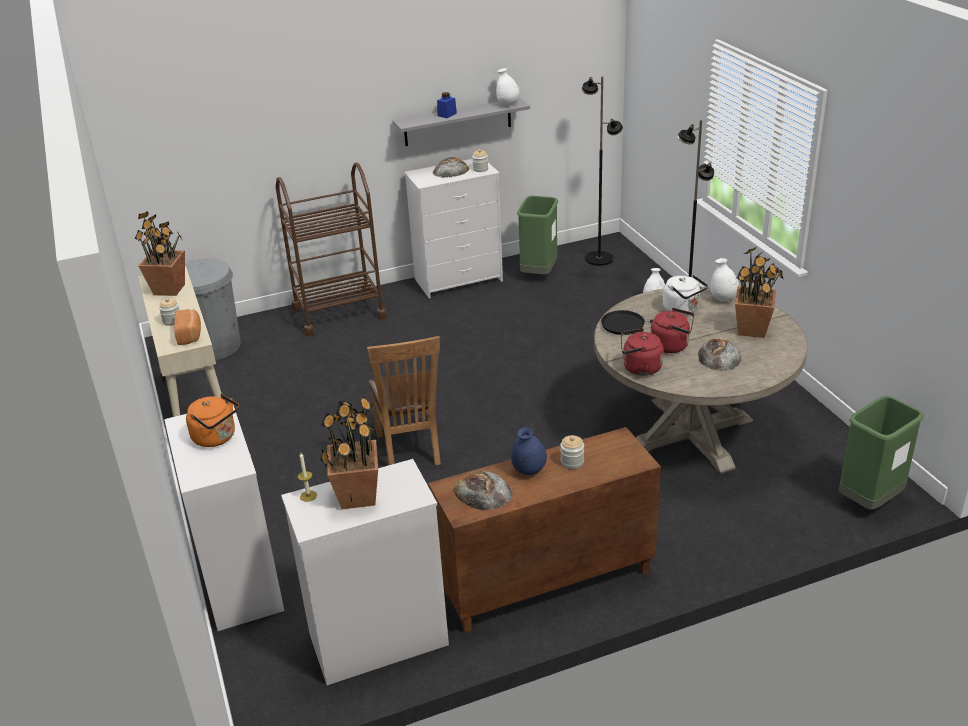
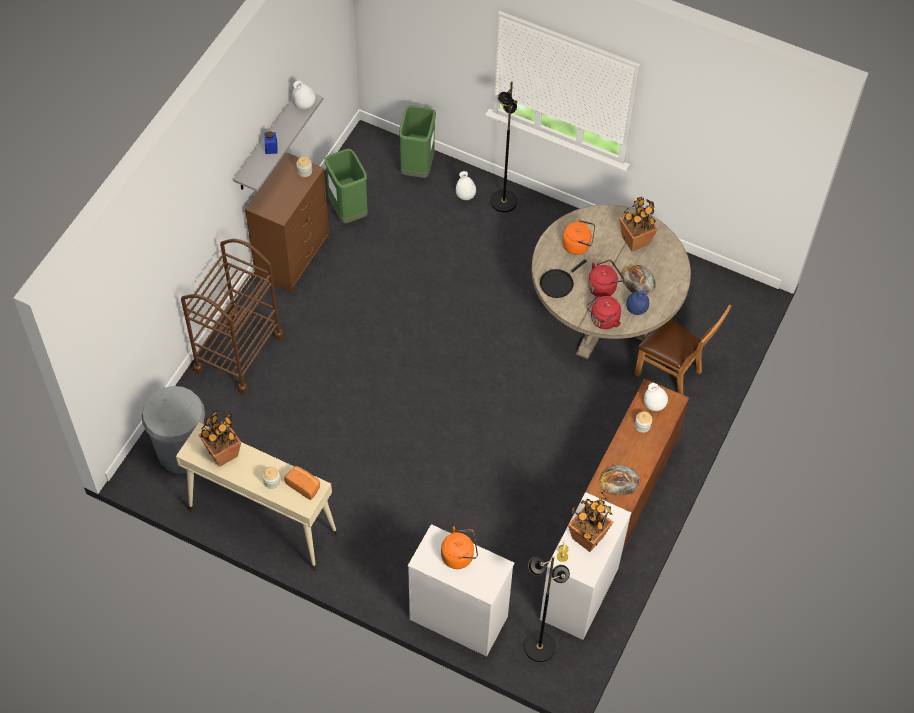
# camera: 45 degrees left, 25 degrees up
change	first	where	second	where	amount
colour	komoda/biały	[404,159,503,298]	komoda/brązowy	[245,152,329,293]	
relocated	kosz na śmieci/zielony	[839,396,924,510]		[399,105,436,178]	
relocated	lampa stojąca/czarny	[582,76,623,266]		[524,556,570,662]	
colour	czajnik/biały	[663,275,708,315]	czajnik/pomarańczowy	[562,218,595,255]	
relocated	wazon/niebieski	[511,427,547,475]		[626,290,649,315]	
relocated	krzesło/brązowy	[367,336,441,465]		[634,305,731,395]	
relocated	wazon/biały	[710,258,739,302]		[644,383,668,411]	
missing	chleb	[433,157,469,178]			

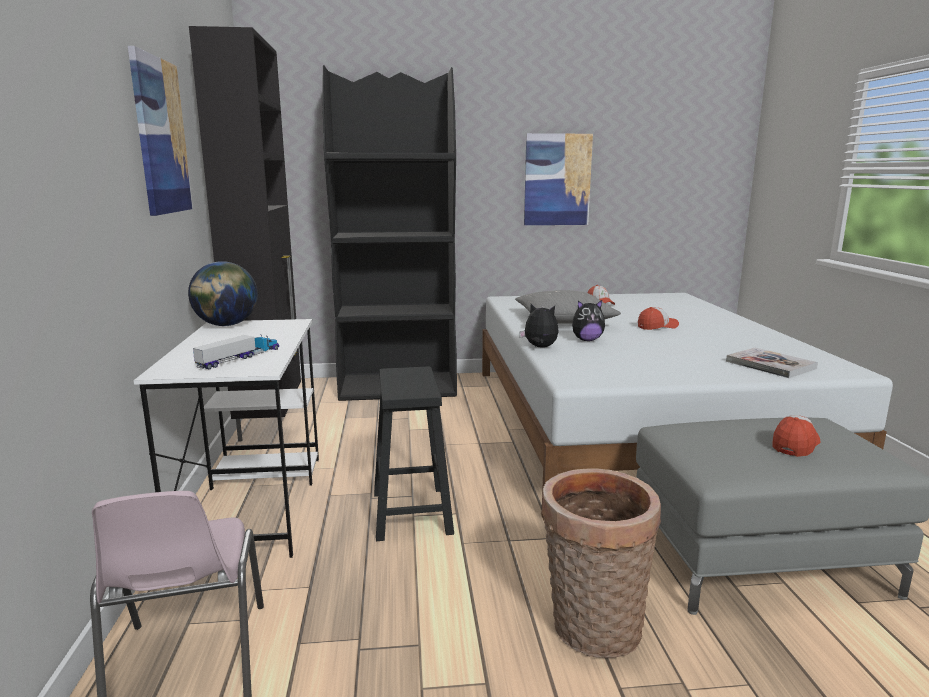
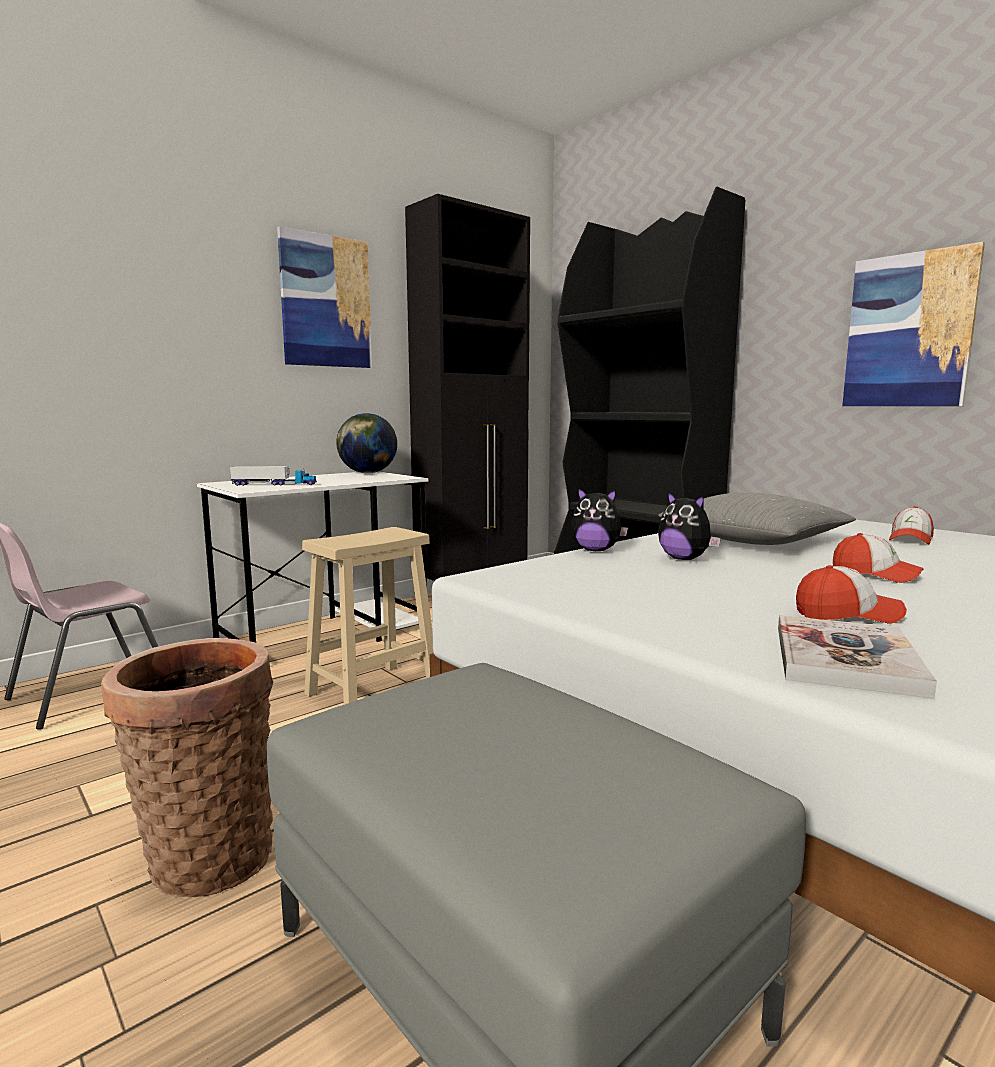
# camera: 55 degrees right, 5 degrees down
change	first	where	second	where	amount
colour	stołek/czarny	[374,367,454,541]	stołek/beżowy	[302,527,434,705]	
spun	pluszak	[519,304,559,347]		[571,487,628,551]	120 degrees clockwise
relocated	czapka z daszkiem	[772,415,820,457]		[796,565,907,624]	

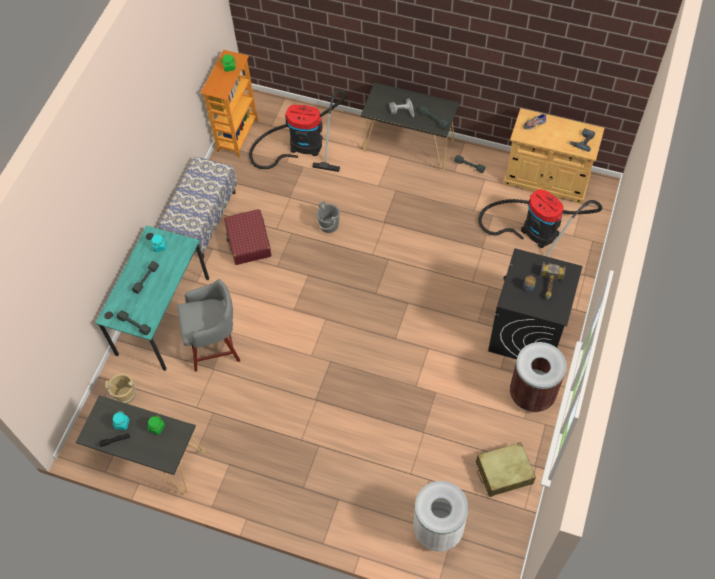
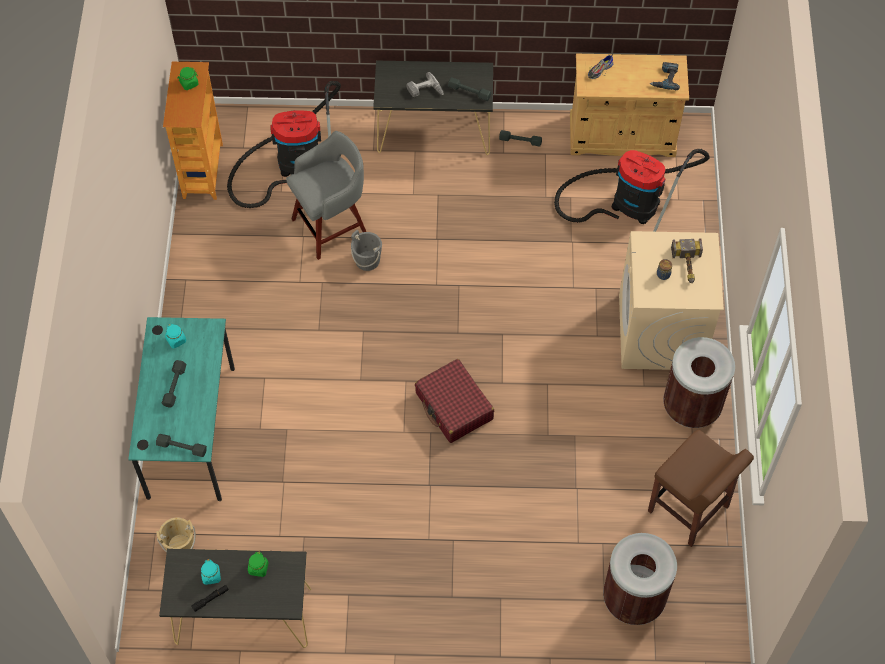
# camera: 20 degrees left, 0 degrees up
change	first	where	second	where	amount
relocated	stołek/szary	[177,279,240,372]		[286,131,366,260]	
relocated	walizka/czerwony	[224,209,271,265]		[415,359,494,443]	
colour	kosz na śmieci/biały	[413,481,468,552]	kosz na śmieci/brązowy	[603,533,677,625]	
colour	pralka/czarny	[488,248,583,359]	pralka/beżowy	[619,231,724,370]	
exchanged	walizka/beżowy	[476,442,536,497]	stołek/brązowy	[648,430,754,547]	
missing	ławka	[158,157,237,259]			

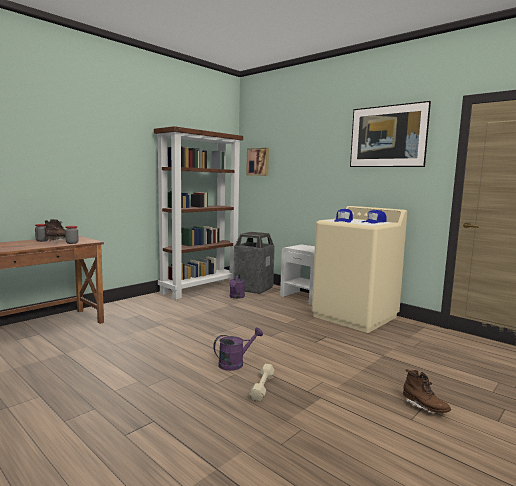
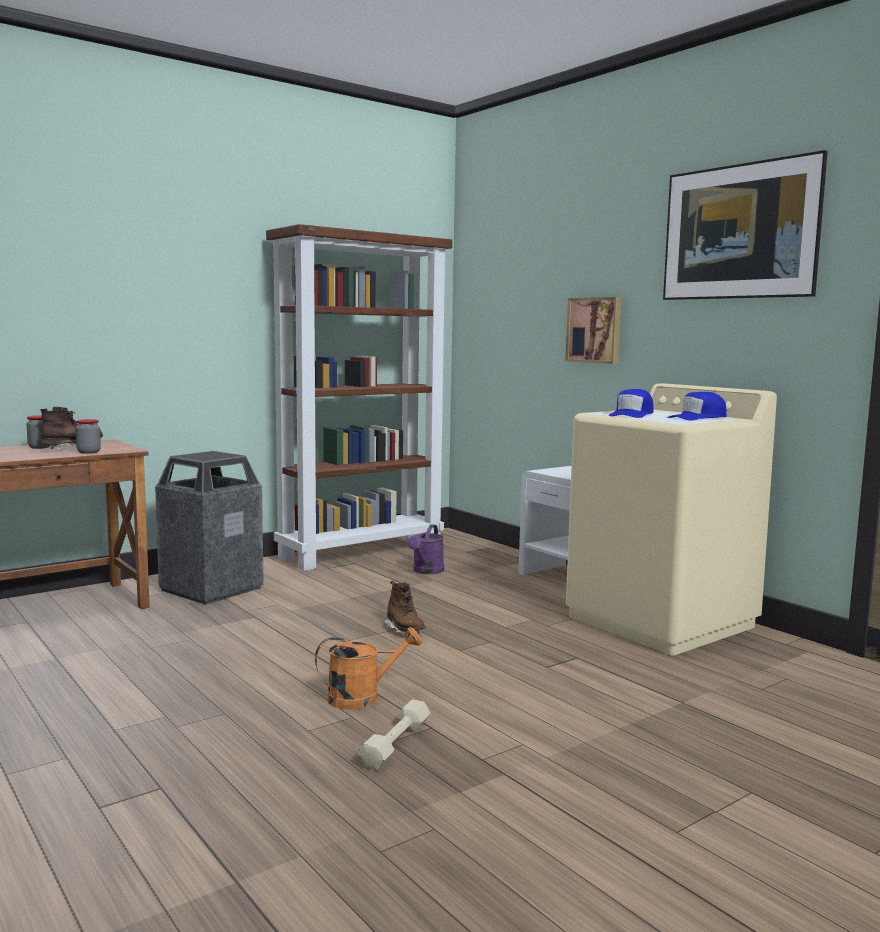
# camera: 10 degrees right, 0 degrees up
change	first	where	second	where	amount
relocated	kosz na śmieci	[233,232,275,294]		[155,451,264,605]	
colour	konewka/fioletowy	[213,327,263,371]	konewka/pomarańczowy	[315,627,422,710]	
relocated	but z cholewką/brązowy	[403,369,451,413]		[384,581,426,634]	
relocated	obraz	[246,148,269,176]		[565,297,622,364]	

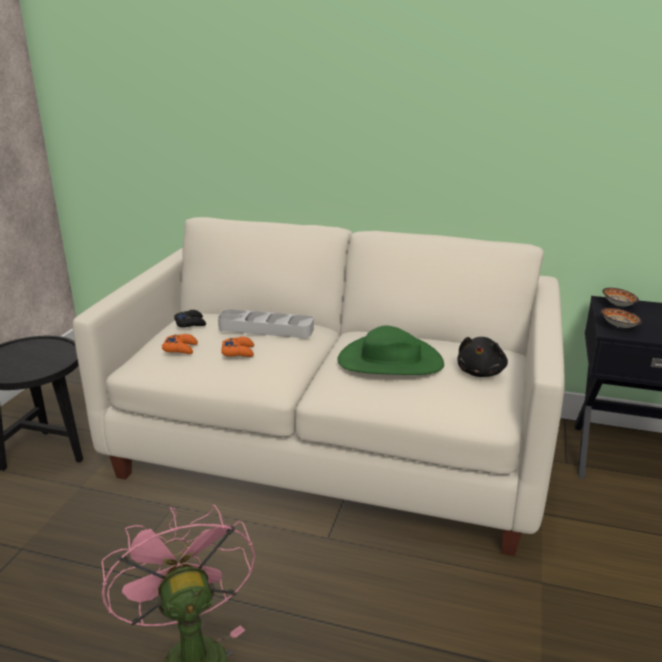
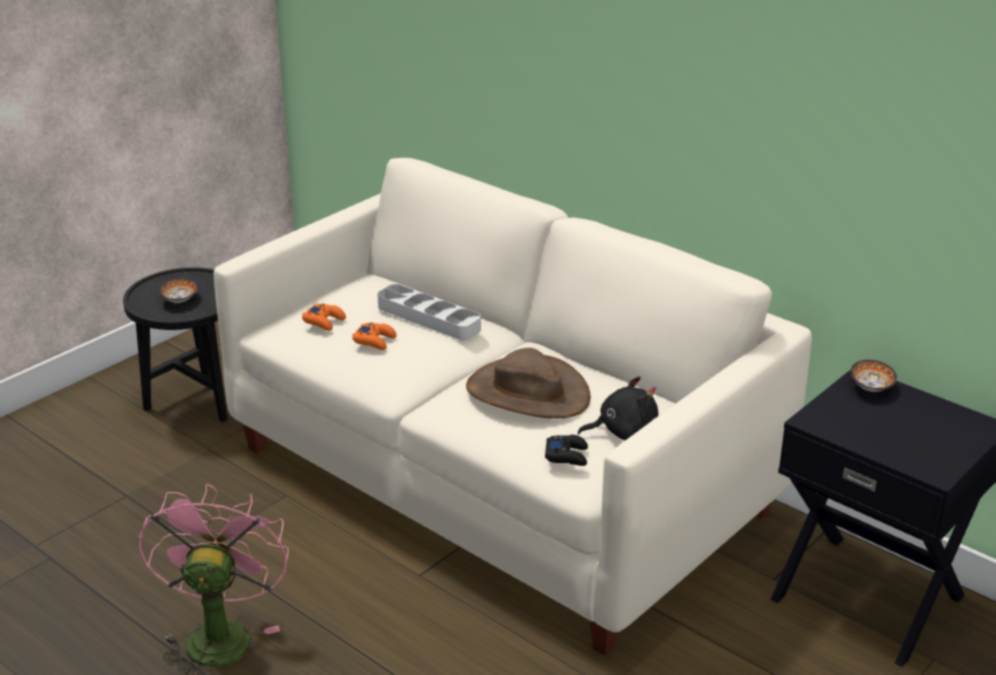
# camera: 25 degrees right, 5 degrees up
change	first	where	second	where	amount
relocated	miska	[601,308,642,328]		[159,278,198,303]	
colour	kapelusz/zielony	[337,325,444,375]	kapelusz/brązowy	[466,348,590,419]	
relocated	pad do gier/czarny	[174,310,206,328]		[545,435,588,466]	
spun	pluszak/czarny	[457,337,508,377]		[578,376,658,440]	150 degrees counterclockwise

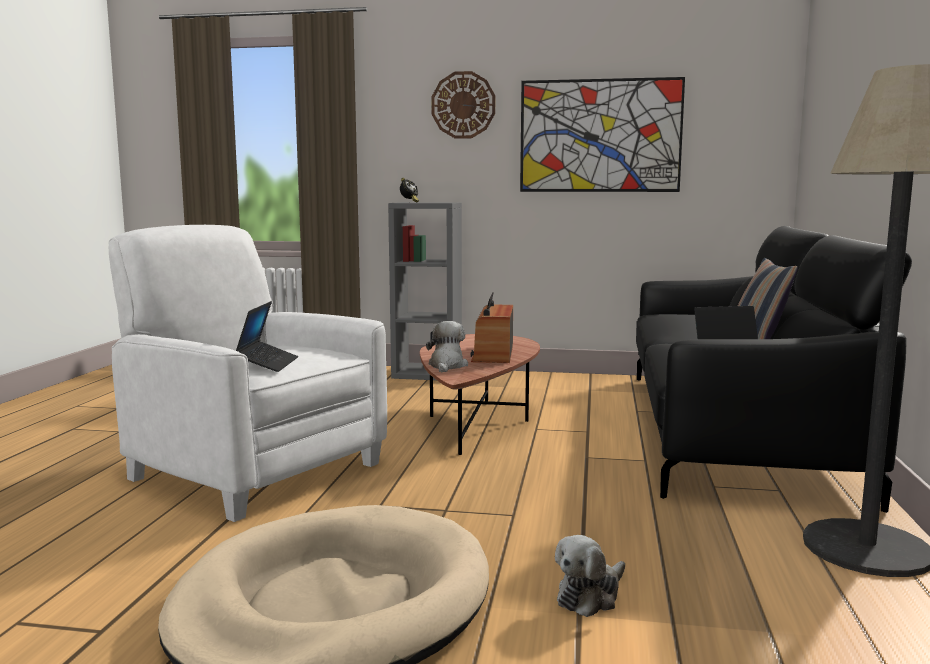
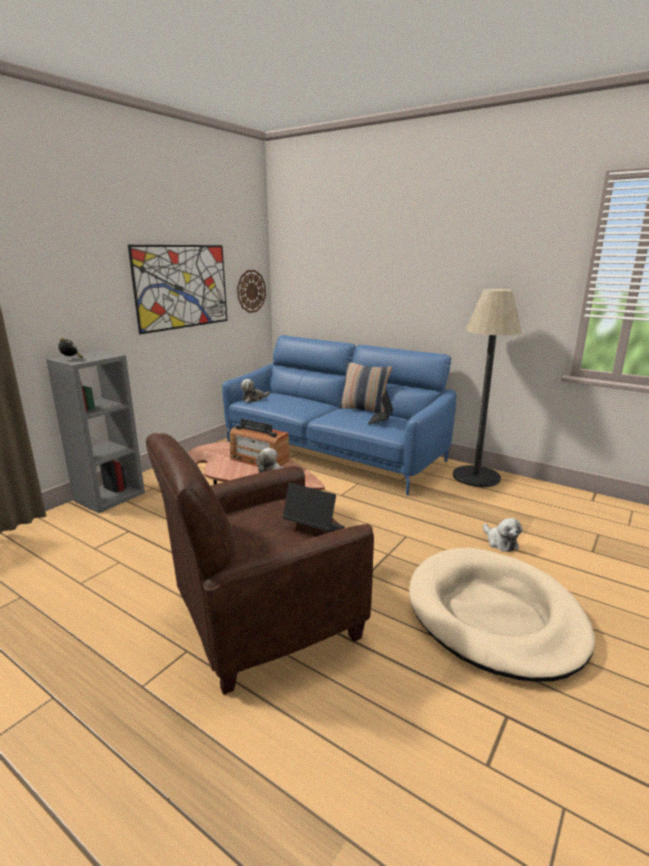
# camera: 65 degrees left, 10 degrees up
change	first	where	second	where	amount
colour	fotel/biały	[109,225,387,522]	fotel/brązowy	[146,433,374,695]	
colour	kanapa/czarny	[636,226,912,513]	kanapa/niebieski	[222,335,456,495]	
relocated	zegar ścienny	[431,71,495,139]		[237,270,266,313]	
appeared			pluszak	[240,379,270,402]	

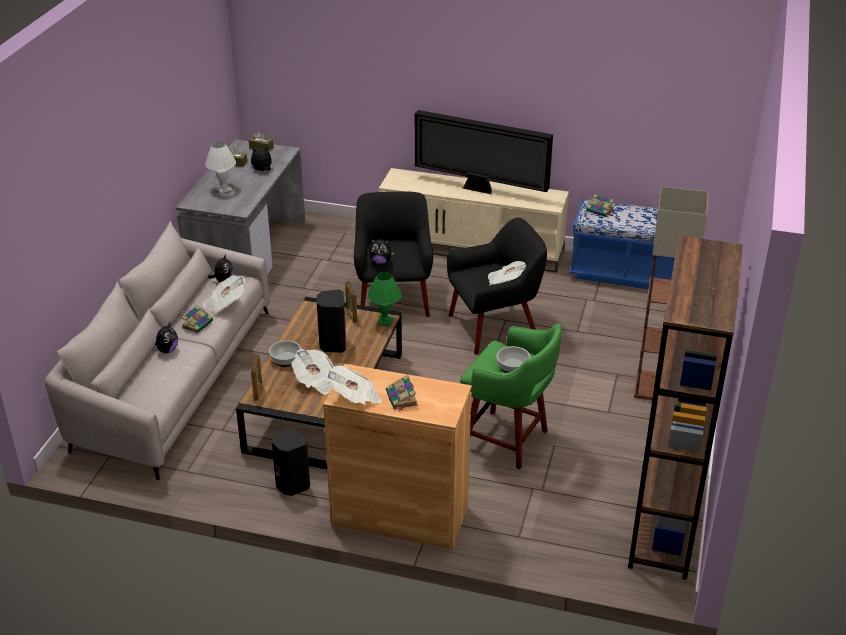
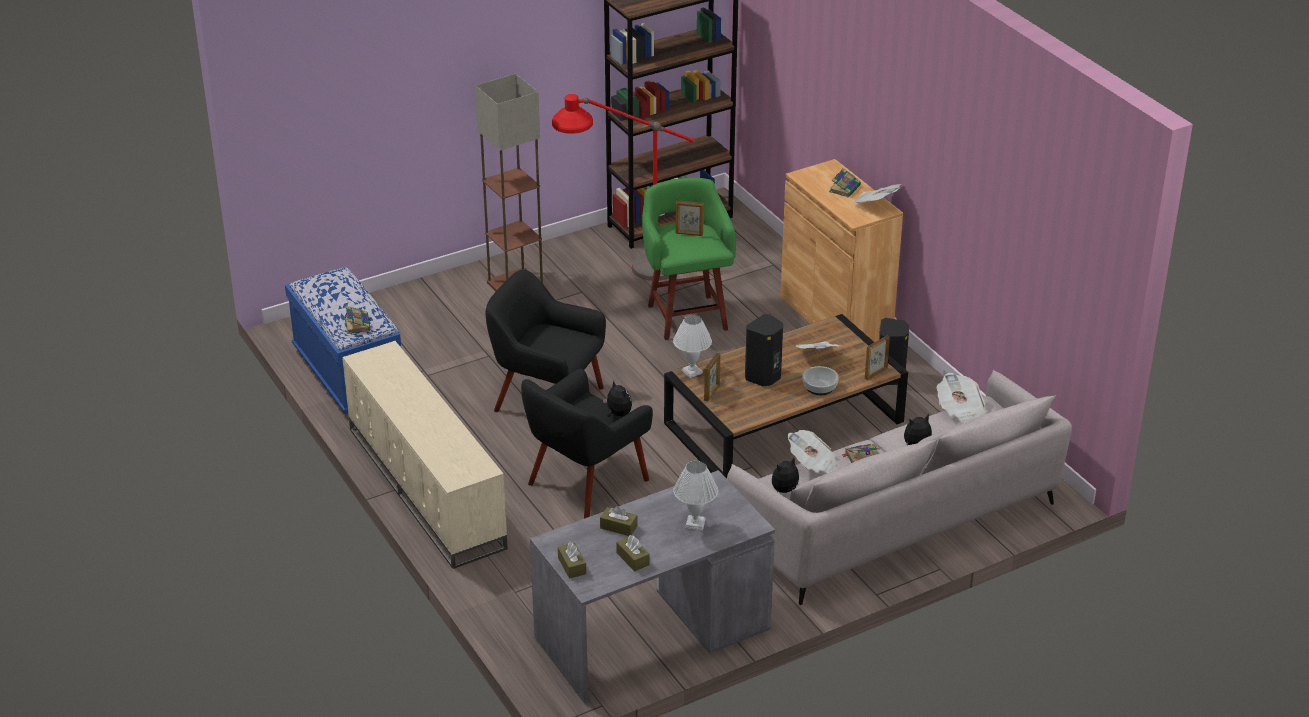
# camera: 135 degrees left, 0 degrees up
change	first	where	second	where	amount
appeared			lampa stojąca/czerwony	[552,94,694,281]	
exchanged	pluszak	[251,145,272,171]	pudełko chusteczek/brązowy	[600,506,637,536]	
colour	lampa stołowa/zielony	[368,272,401,327]	lampa stołowa/biały	[673,315,712,378]	
exchanged	miska	[496,346,531,373]	ramka na zdjęcie	[676,200,704,236]	
relocated	gazeta	[488,261,526,286]		[936,373,986,423]	
missing	telewizor	[415,110,553,194]			

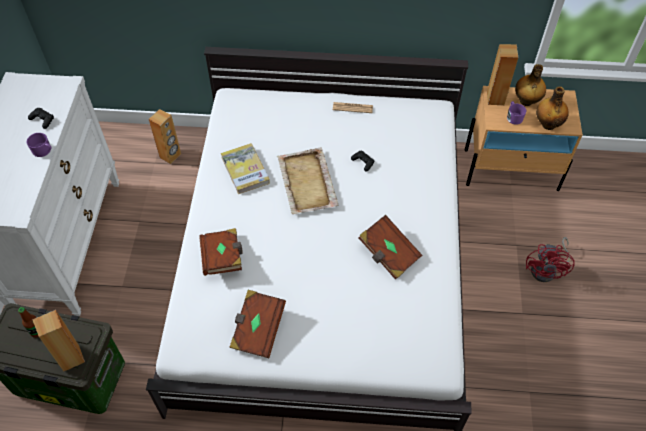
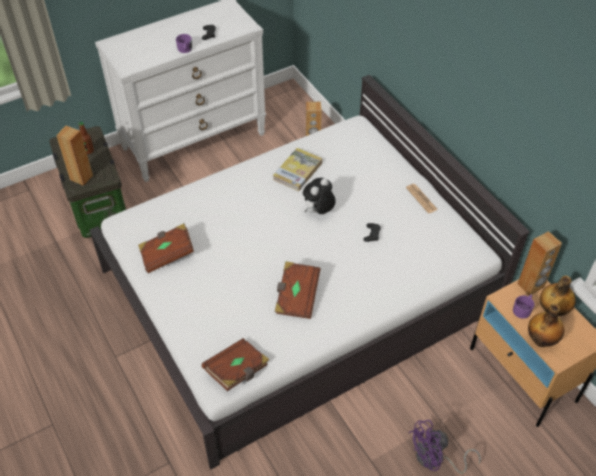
# camera: 55 degrees right, 5 degrees down
change	first	where	second	where	amount
relocated	książka/brązowy	[199,228,242,276]		[202,338,270,391]	
exchanged	taca/beżowy	[277,147,339,214]	pluszak	[303,178,335,214]	
colour	wentylator/czerwony	[526,237,575,282]	wentylator/fioletowy	[409,420,481,474]	

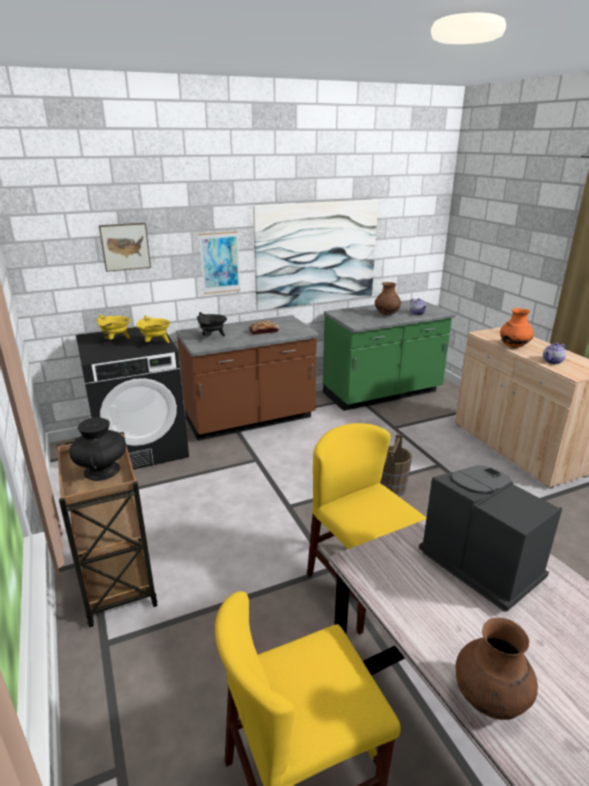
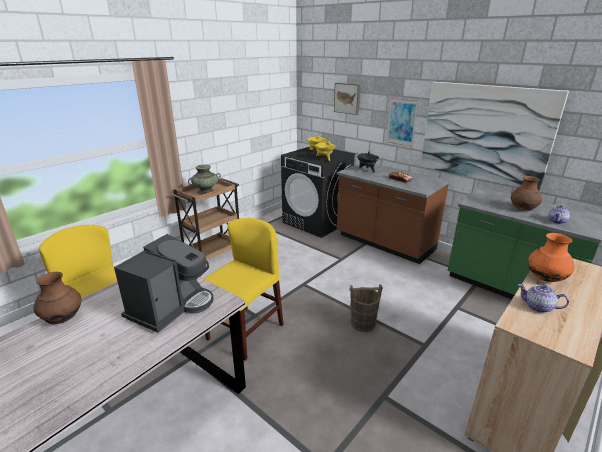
# camera: 65 degrees right, 0 degrees up
change	first	where	second	where	amount
colour	wazon/czarny	[70,417,126,481]	wazon/turkusowy	[188,164,221,195]	

